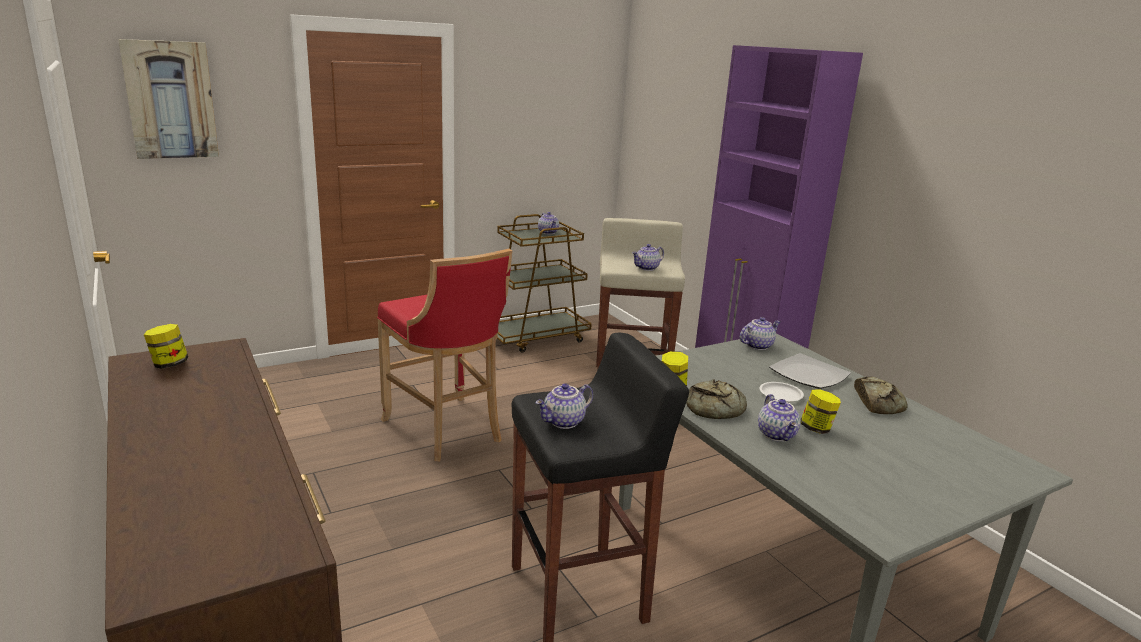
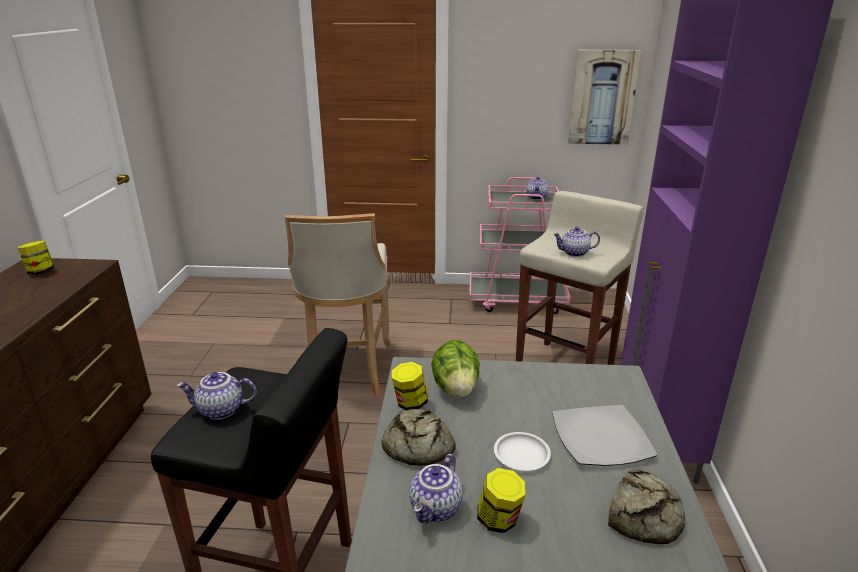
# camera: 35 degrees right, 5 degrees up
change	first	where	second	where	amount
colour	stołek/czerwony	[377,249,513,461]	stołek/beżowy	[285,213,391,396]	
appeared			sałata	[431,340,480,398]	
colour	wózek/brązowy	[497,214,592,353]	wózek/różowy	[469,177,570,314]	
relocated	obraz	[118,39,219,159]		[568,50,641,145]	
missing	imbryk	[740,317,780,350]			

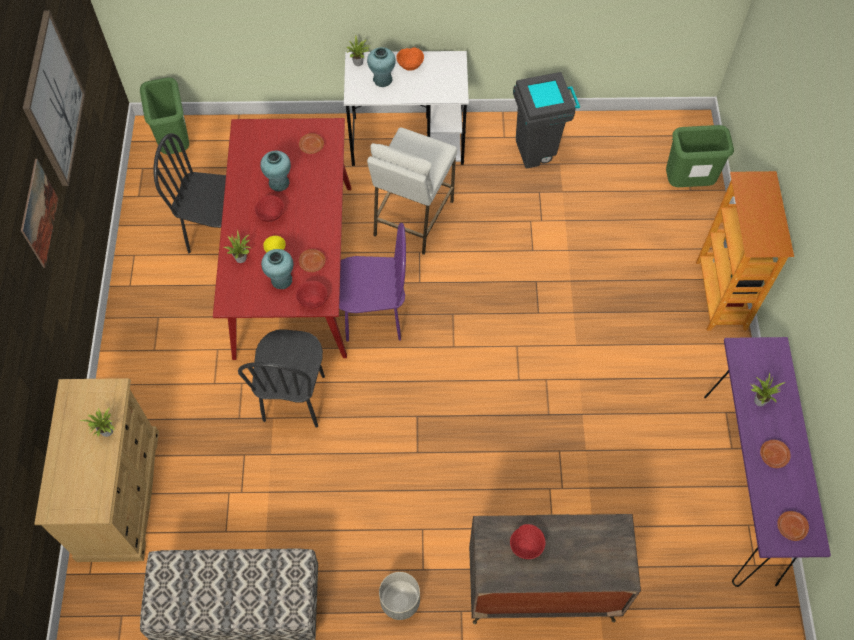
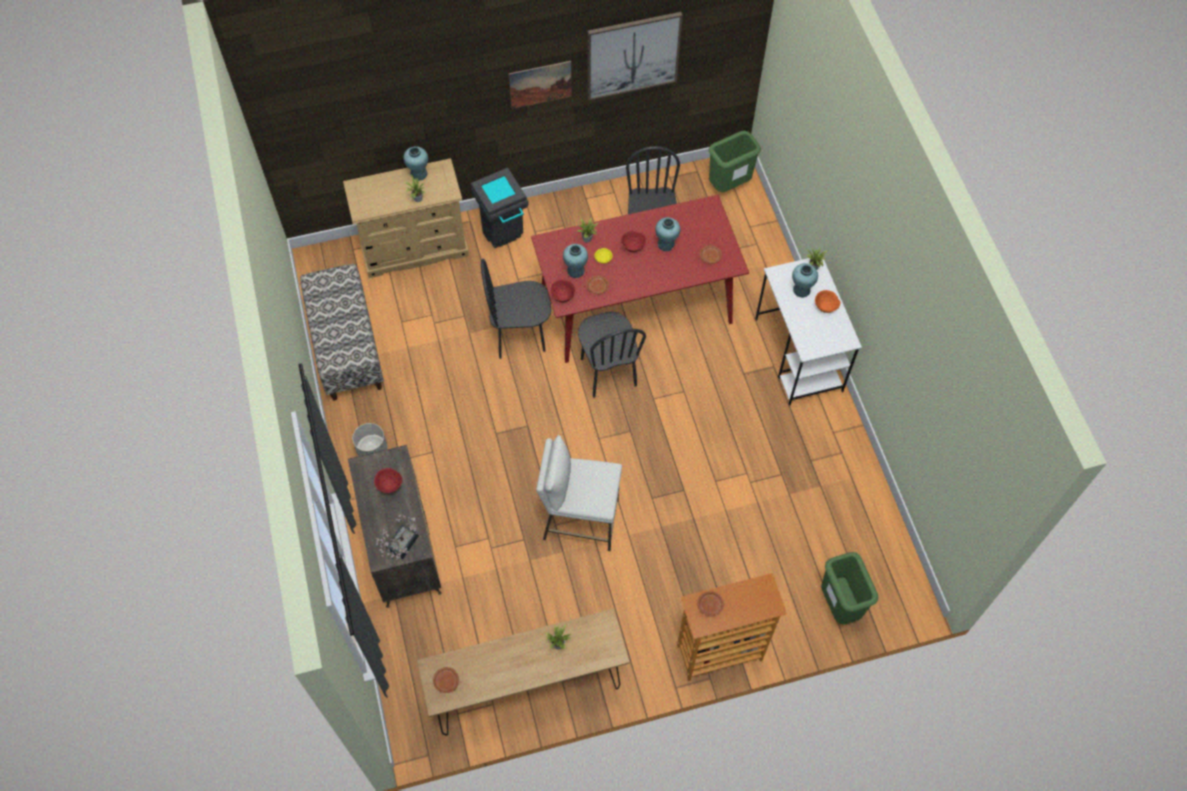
# camera: 75 degrees right, 0 degrees up
change	first	where	second	where	amount
appeared			roślina doniczkowa	[376,514,419,560]	
appeared			wazon/turkusowy	[403,146,428,181]	
colour	stolik konsolowy/fioletowy	[704,337,831,587]	stolik konsolowy/brązowy	[417,608,630,736]	
relocated	kosz na śmieci/szary	[513,72,580,168]		[471,168,528,248]	
relocated	stołek/biały	[367,127,457,255]		[536,435,622,551]	
colour	krzesło/fioletowy	[339,223,406,342]	krzesło/czarny	[578,312,646,398]	
relocated	talerz/brązowy	[760,440,791,468]		[697,591,724,616]	

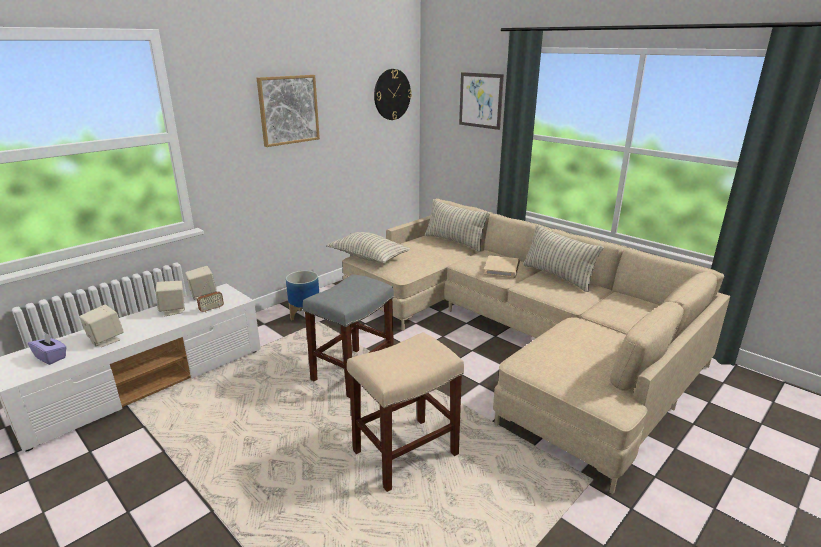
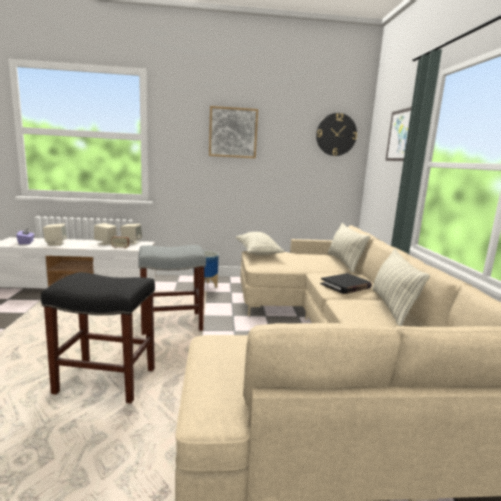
# camera: 40 degrees right, 10 degrees down
change	first	where	second	where	amount
colour	stołek/beżowy	[347,332,464,492]	stołek/czarny	[41,272,155,403]	
colour	książka/beżowy	[484,255,520,278]	książka/czarny	[320,273,372,294]	

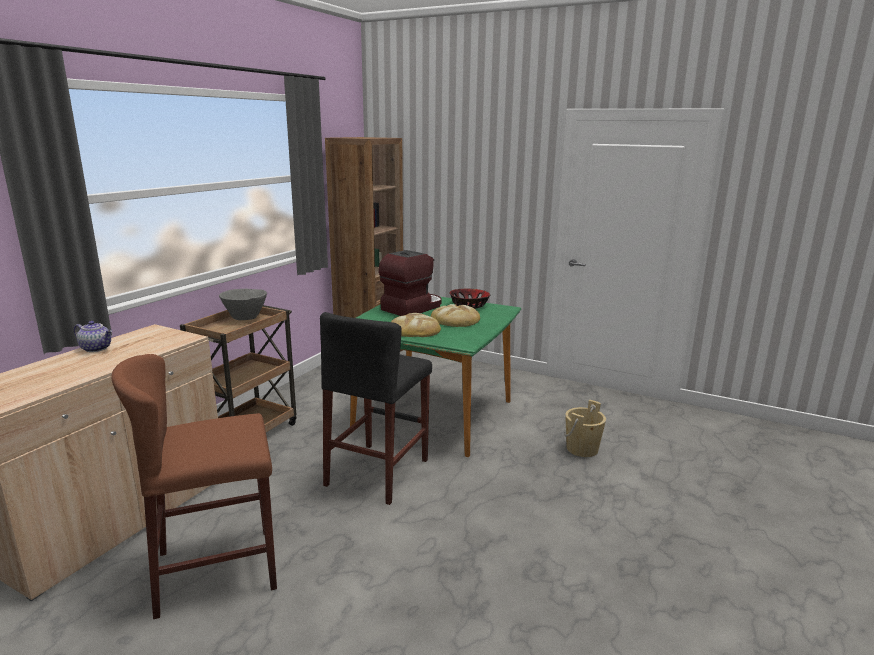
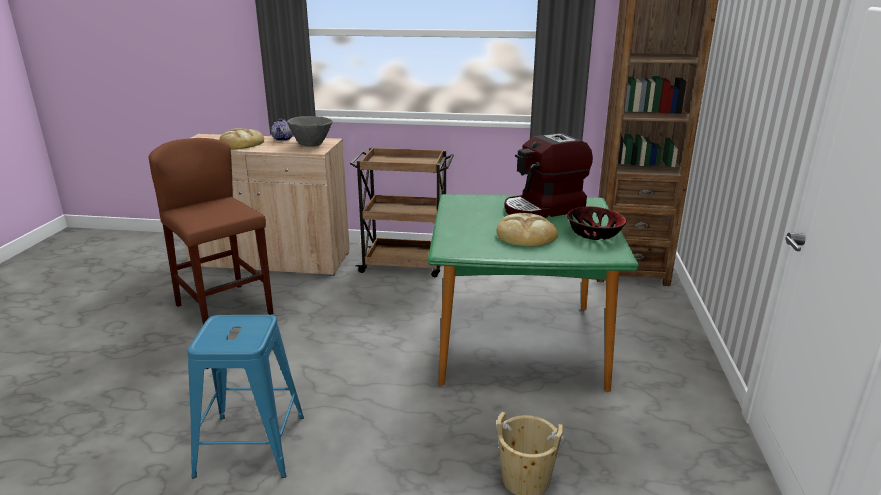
# camera: 70 degrees right, 5 degrees up
change	first	where	second	where	amount
appeared			stołek/niebieski	[187,315,304,478]	
relocated	chleb	[391,313,441,337]		[219,128,264,150]	
relocated	miska/szary	[219,289,267,320]		[287,116,333,147]	
spun	ekspres do kawy	[379,250,442,316]		[504,133,593,218]	135 degrees clockwise
missing	stołek/czarny	[320,312,432,505]			

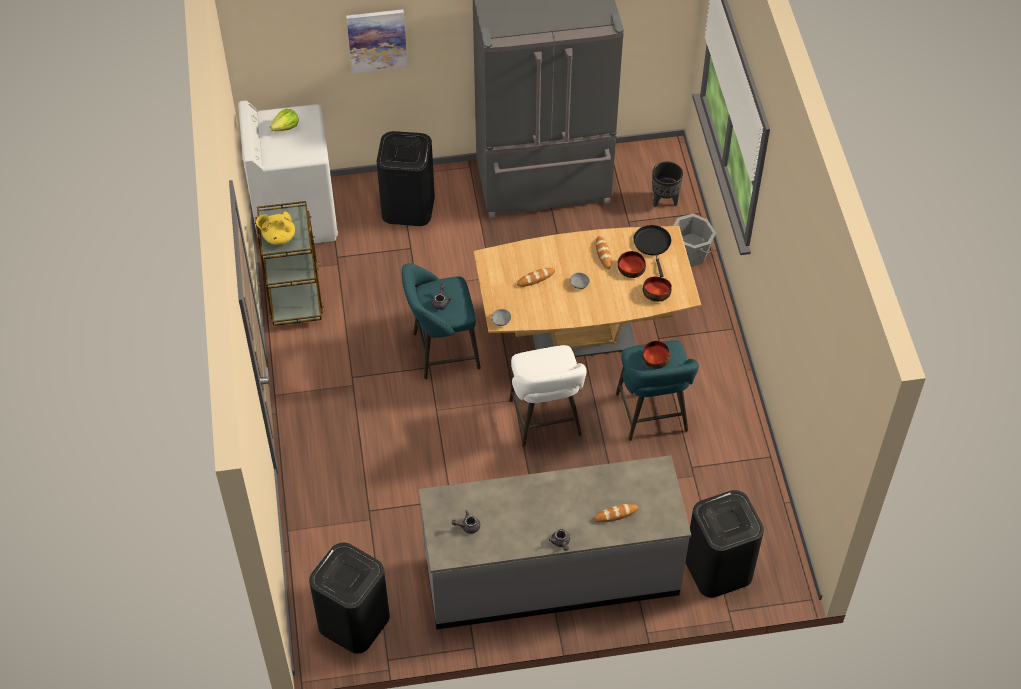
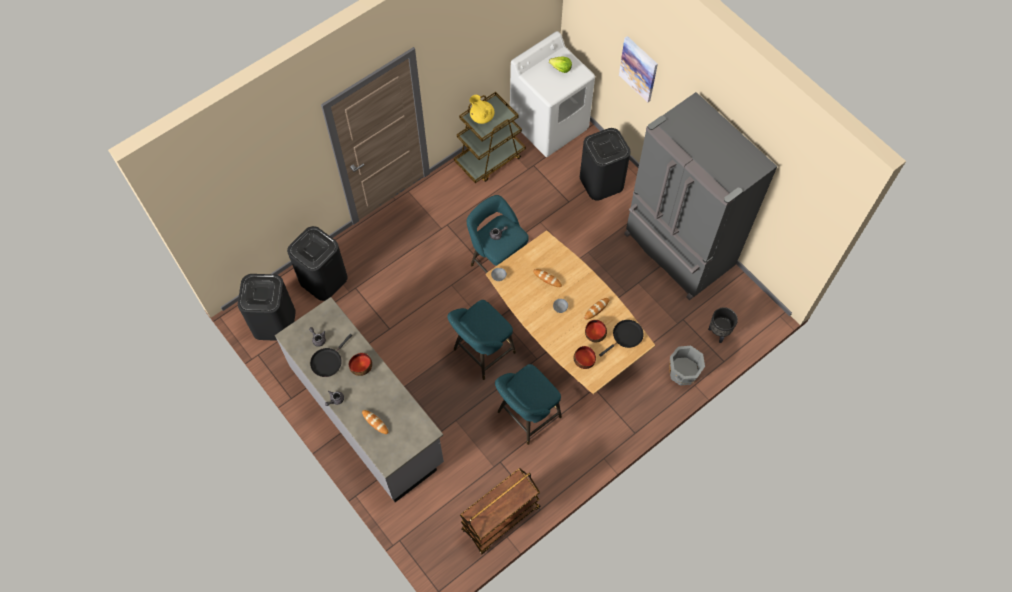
# camera: 60 degrees right, 10 degrees up
change	first	where	second	where	amount
relocated	kosz na śmieci/czarny	[685,490,764,598]		[287,226,348,301]	
appeared			patelnia/czarny	[310,334,352,377]	
relocated	miska	[642,341,671,369]		[349,353,372,376]	
colour	stołek/biały	[509,345,587,447]	stołek/turkusowy	[447,300,516,380]	
appeared			wózek/brązowy	[460,468,540,555]	

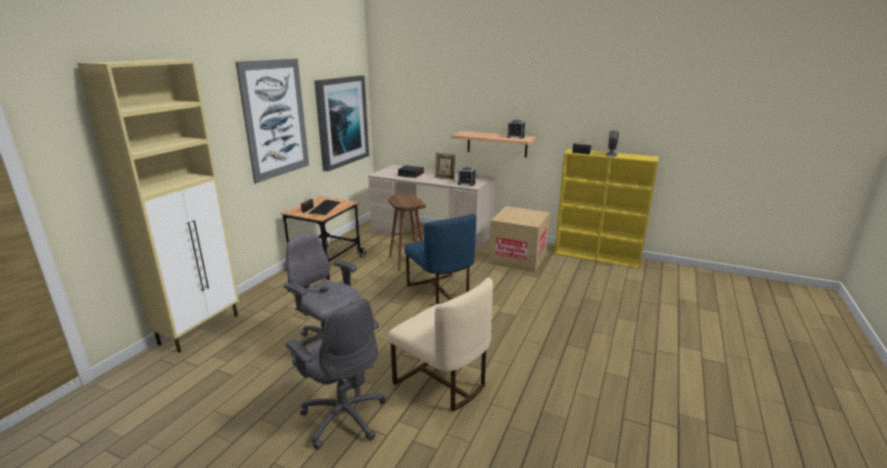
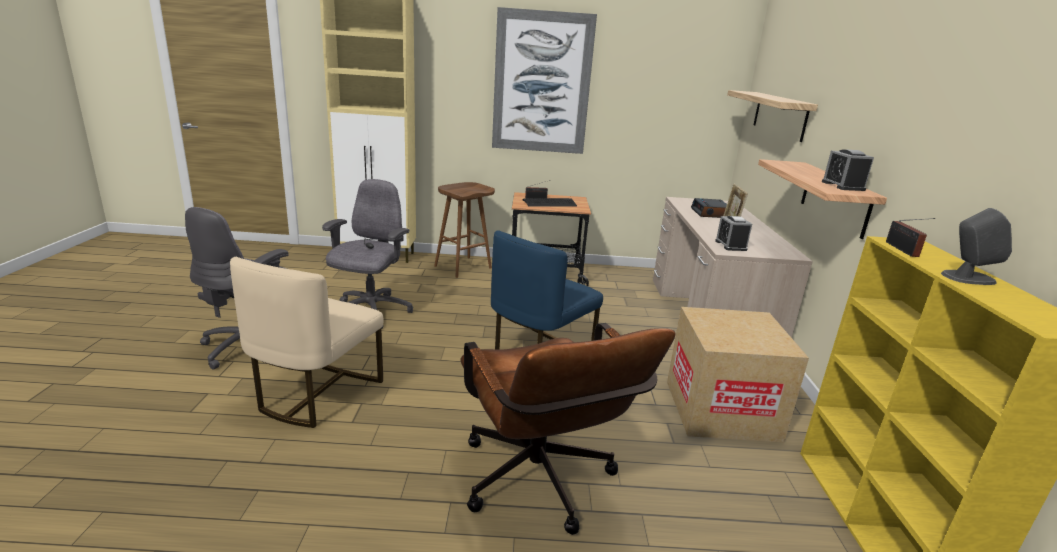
# camera: 65 degrees right, 0 degrees up
change	first	where	second	where	amount
relocated	stołek/brązowy	[388,194,426,271]		[434,182,495,278]	
appeared			krzesło biurowe/brązowy	[461,323,676,535]	
appeared			półka	[727,90,818,142]	
missing	obraz	[314,75,369,171]			

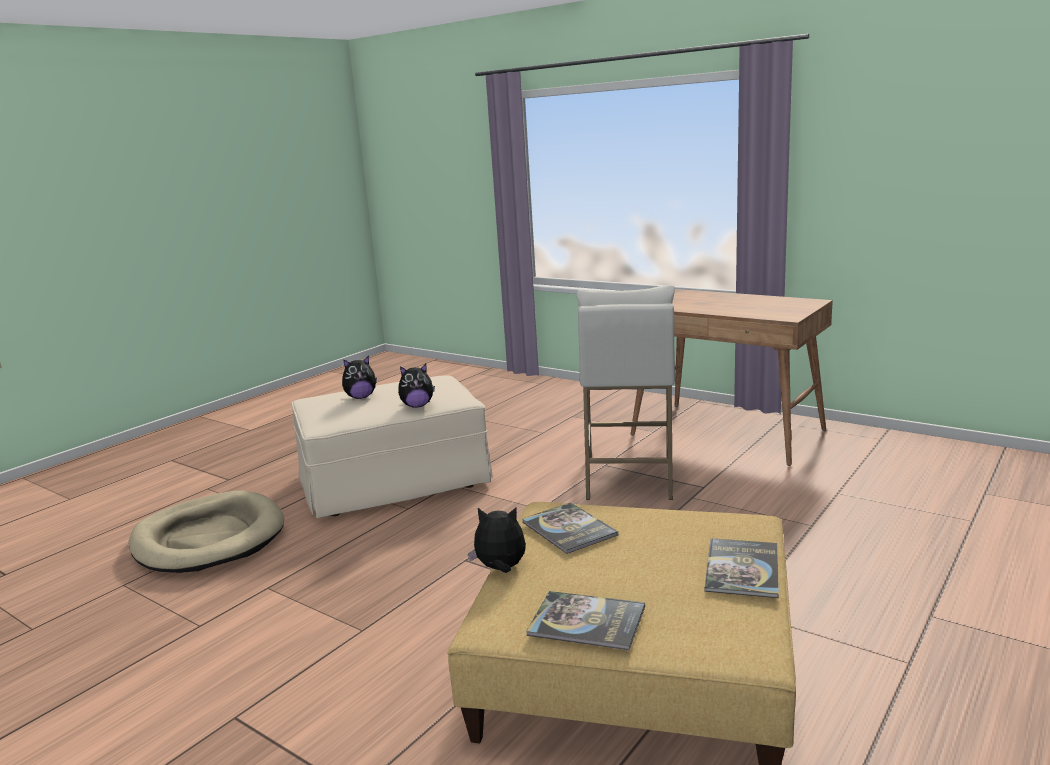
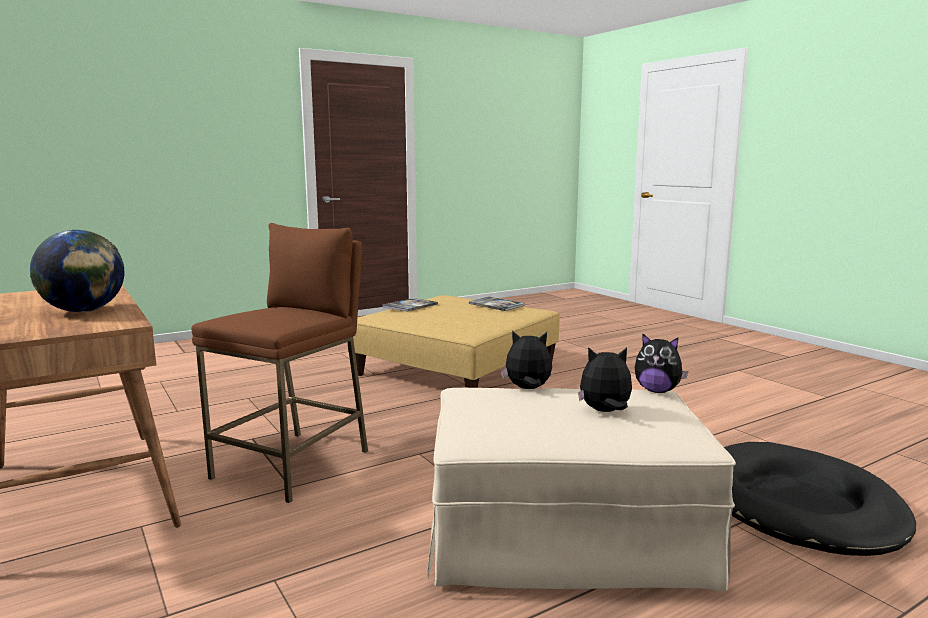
# camera: 160 degrees left, 5 degrees down
change	first	where	second	where	amount
appeared			globus	[30,230,124,312]	
colour	stołek/biały	[577,285,675,500]	stołek/brązowy	[191,223,368,503]	
relocated	pluszak	[468,508,526,573]		[635,333,689,393]	
colour	legowisko/beżowy	[129,491,284,573]	legowisko/czarny	[724,442,916,556]	
missing	książka	[522,503,618,554]			

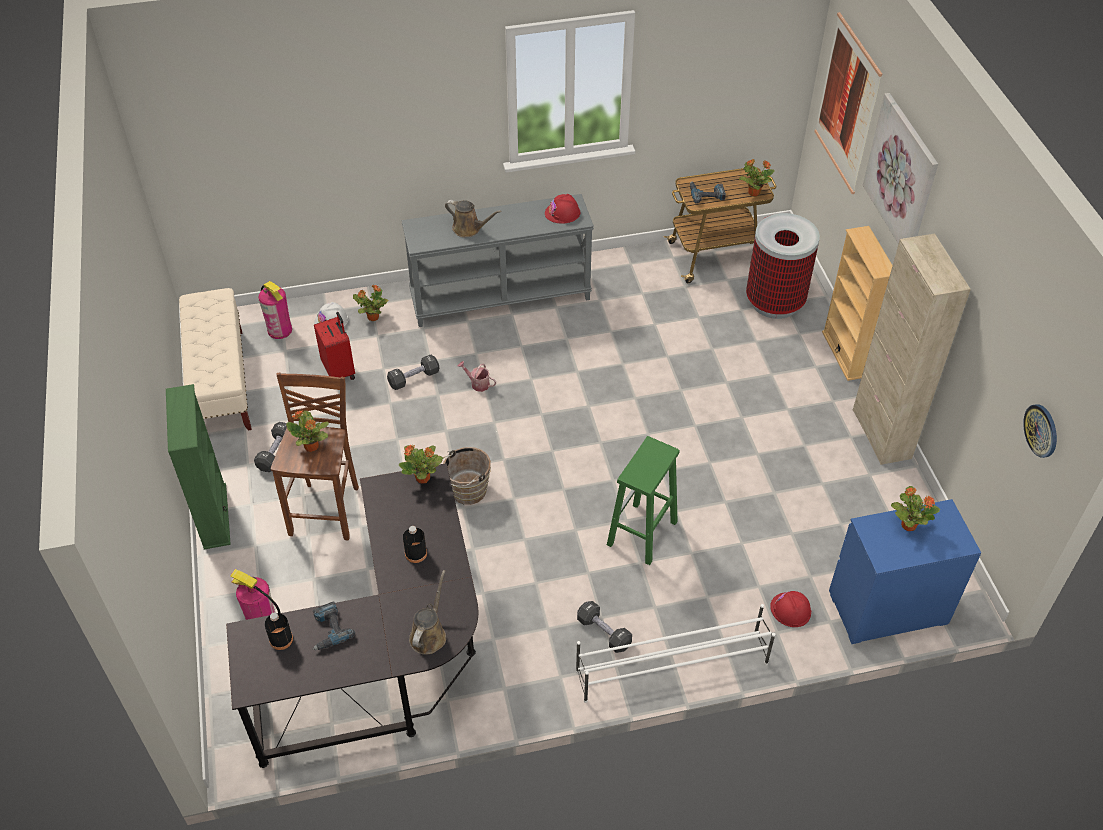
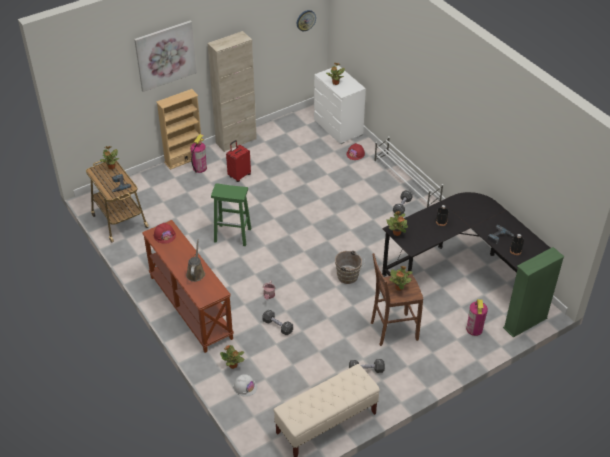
# camera: 110 degrees left, 5 degrees down
change	first	where	second	where	amount
colour	stolik konsolowy/szary	[402,194,594,327]	stolik konsolowy/brązowy	[142,220,234,353]	
relocated	gaśnica	[258,281,292,339]		[190,134,207,173]	
relocated	stołek/zielony	[607,436,680,565]		[211,183,251,246]	
relocated	walizka/czerwony	[314,312,355,380]		[226,140,251,182]	
colour	komoda/niebieski	[829,499,981,644]	komoda/biały	[314,65,366,144]	
relocated	regał/zielony	[166,384,231,549]		[503,247,564,338]	
missing	konewka/brązowy	[409,570,446,655]			
missing	kosz na śmieci	[746,213,820,319]			
missing	obraz	[814,12,882,194]			

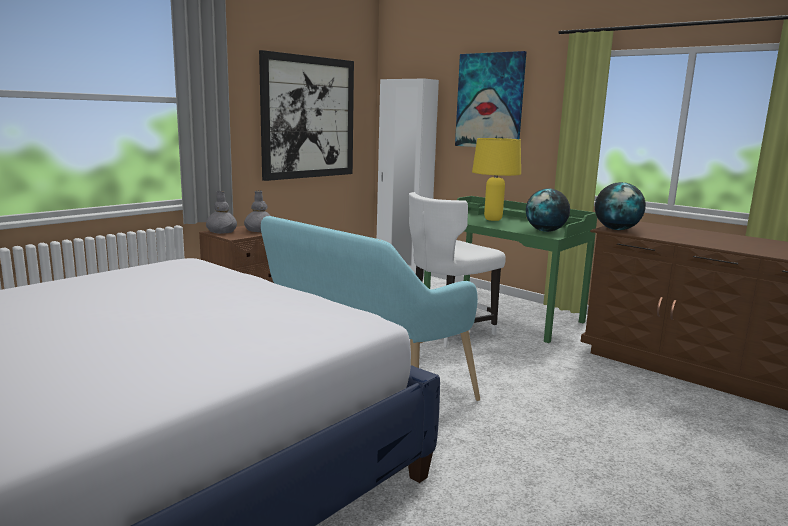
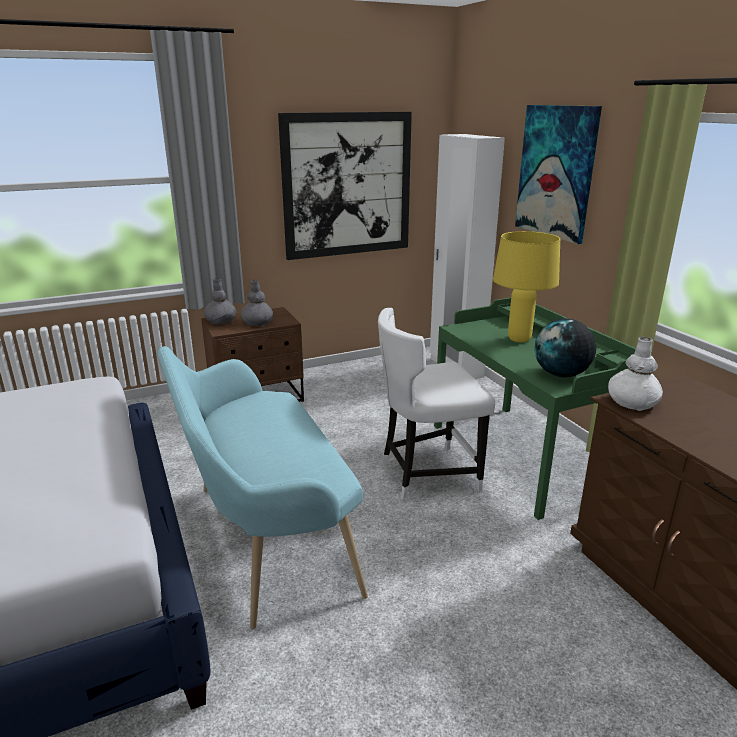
# camera: 25 degrees right, 10 degrees up
change	first	where	second	where	amount
exchanged	globus	[595,182,646,230]	wazon/biały	[608,336,663,411]	

